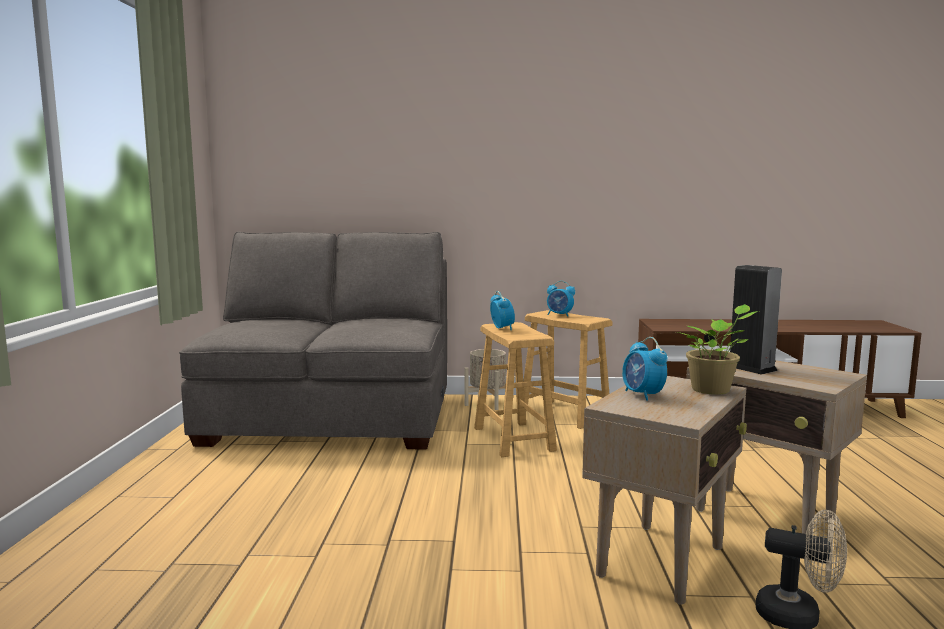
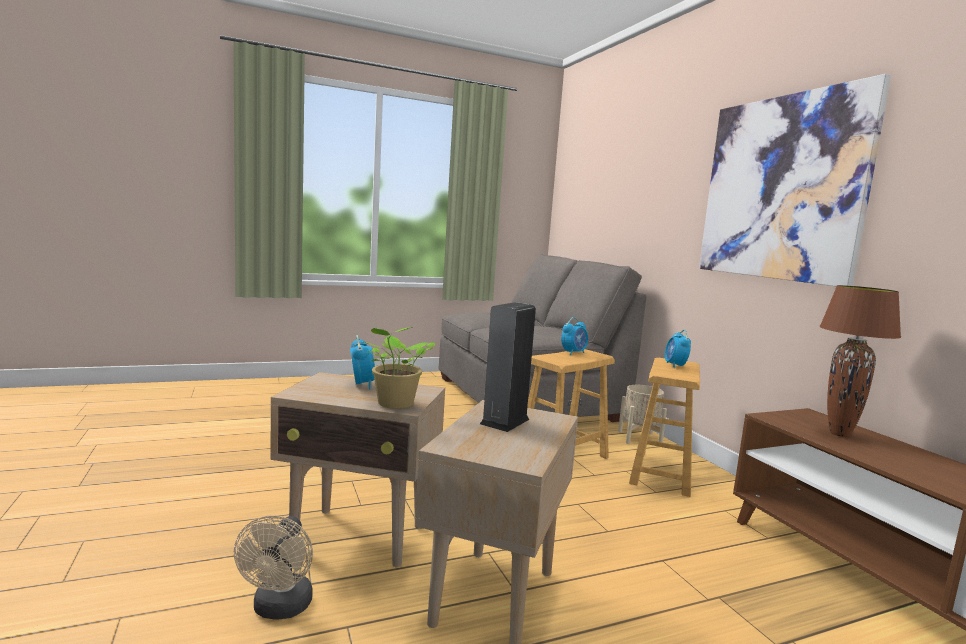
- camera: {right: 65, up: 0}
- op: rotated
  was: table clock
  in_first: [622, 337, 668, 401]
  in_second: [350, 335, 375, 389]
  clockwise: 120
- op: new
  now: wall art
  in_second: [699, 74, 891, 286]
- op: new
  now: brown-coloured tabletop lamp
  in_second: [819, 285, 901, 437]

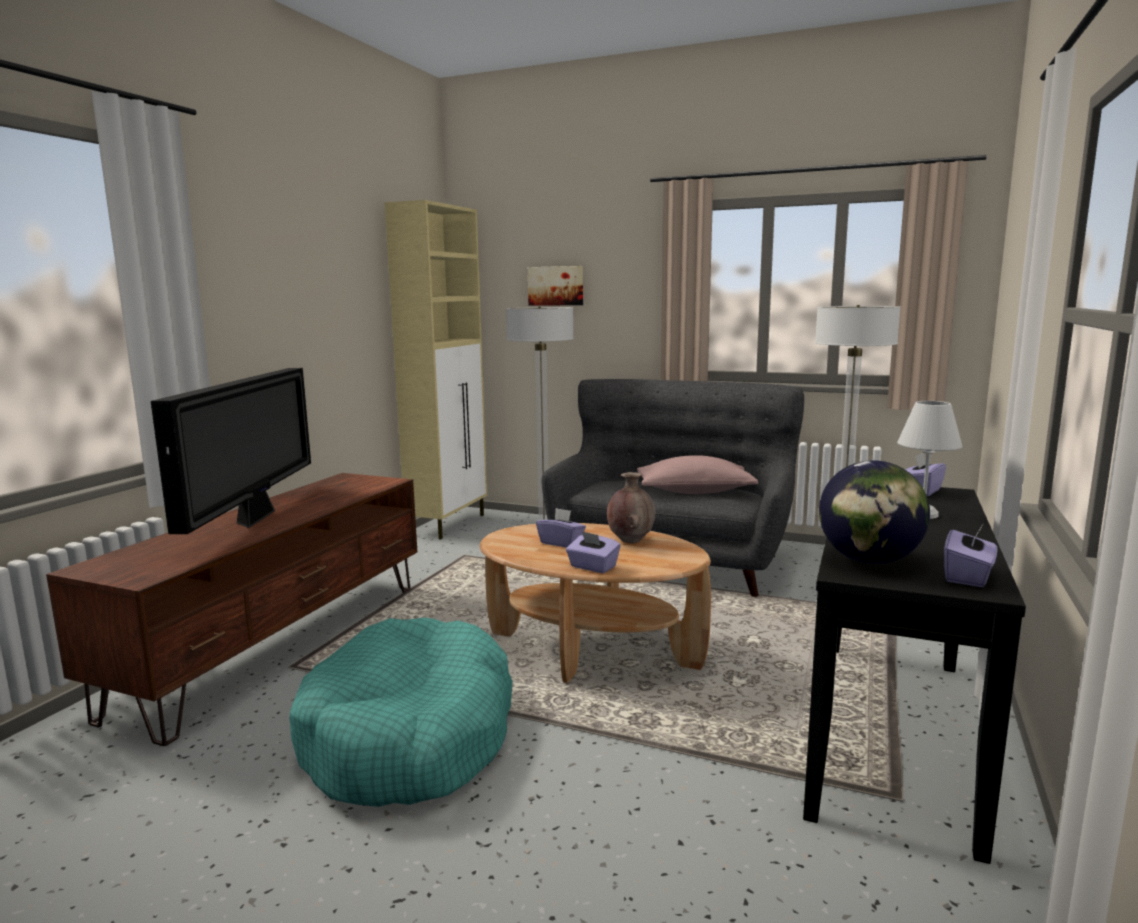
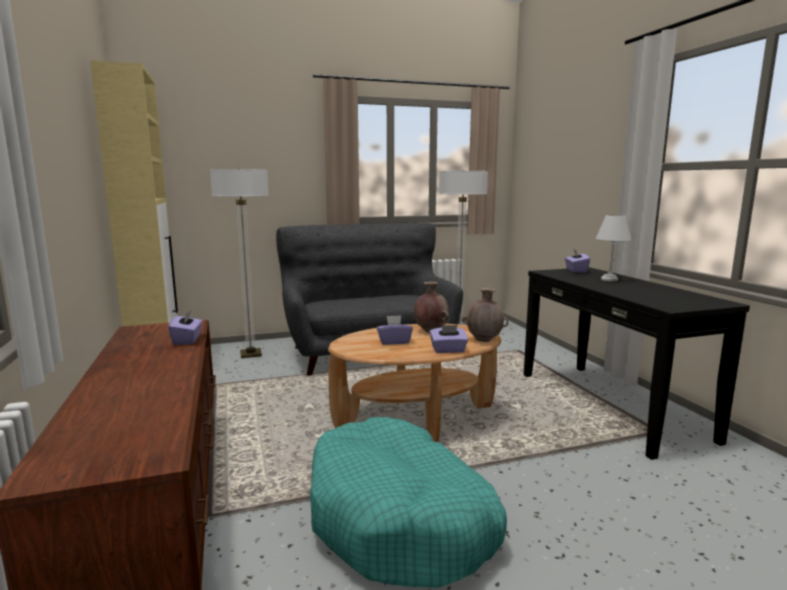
- camera: {right: -40, up: 0}
- op: shifted
  was: purple-coloured box of tissues
  in_first: [944, 523, 997, 587]
  in_second: [168, 309, 202, 345]
- op: new
  now: brown-coloured flower vase
  in_second: [462, 288, 508, 342]
- op: gone
  was: TV set
  in_first: [151, 368, 311, 534]
- op: gone
  was: wall art
  in_first: [528, 266, 583, 306]
- op: gone
  was: pink throw pillow
  in_first: [637, 455, 758, 494]
- op: gone
  was: world globe
  in_first: [819, 460, 930, 564]

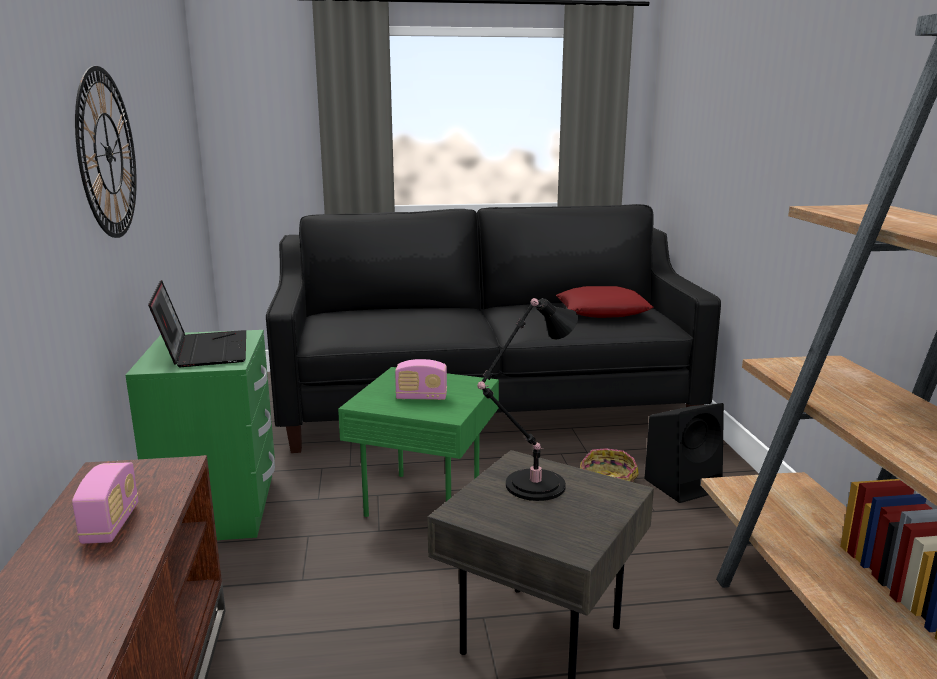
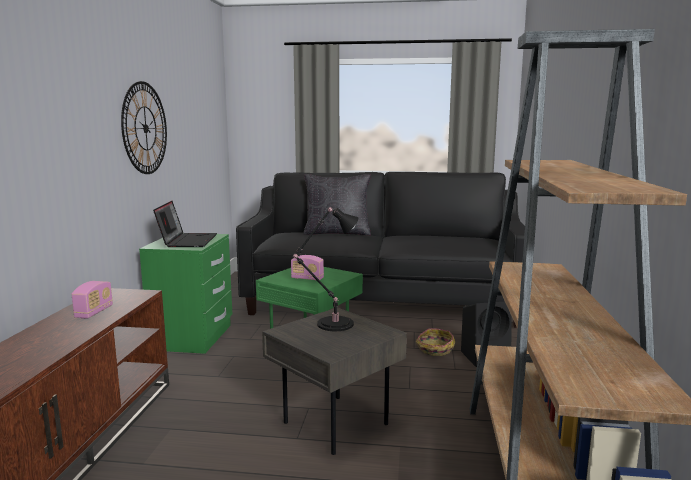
- camera: {right: 15, up: -5}
- op: new
  now: black-coloured throw pillow
  in_second: [303, 174, 371, 235]
- op: gone
  was: red-coloured throw pillow
  in_first: [556, 286, 653, 318]

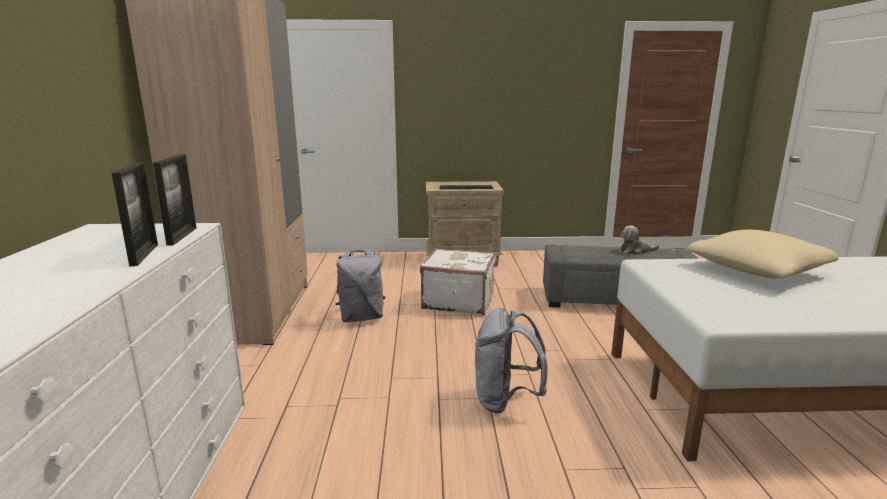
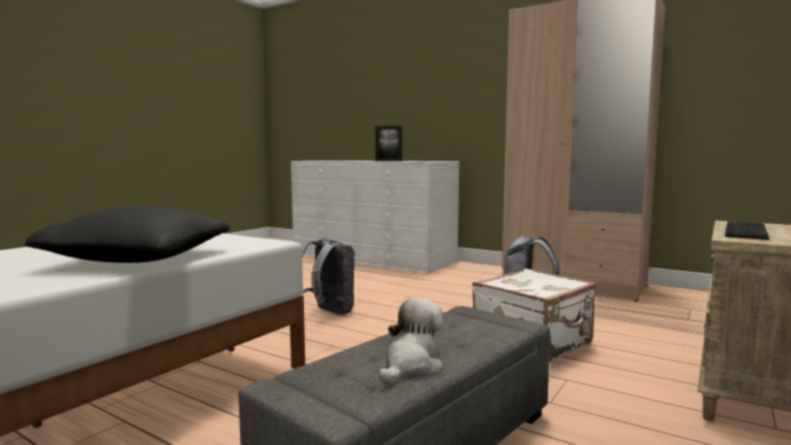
- camera: {right: 125, up: -10}
- op: repainted
  was: sand-coloured throw pillow
  now: black-coloured throw pillow
  in_first: [687, 230, 839, 278]
  in_second: [25, 205, 231, 263]
- op: gone
  was: photo frame
  in_first: [153, 154, 197, 246]

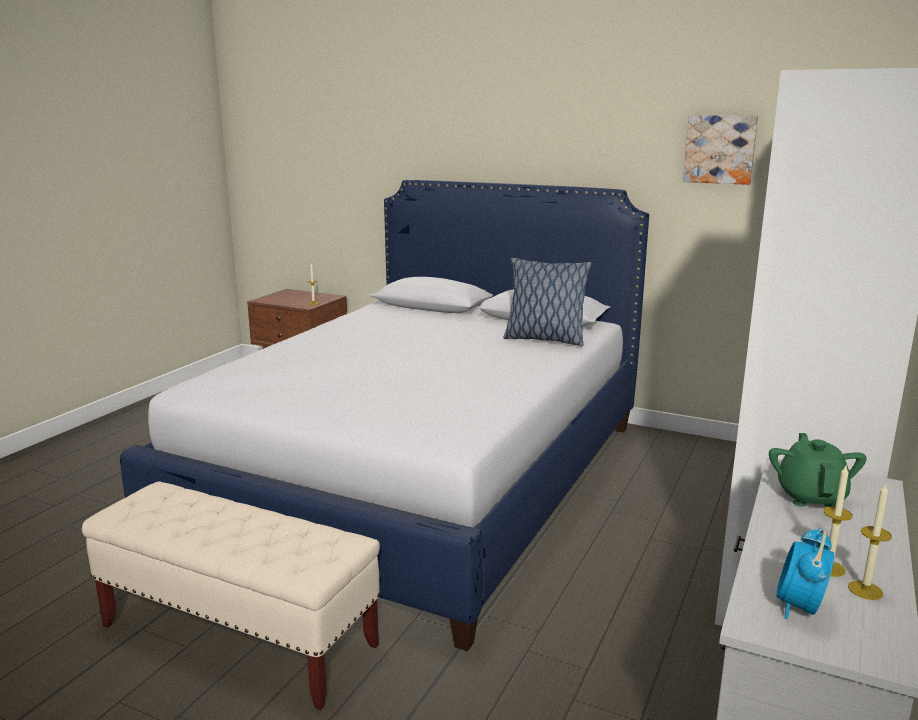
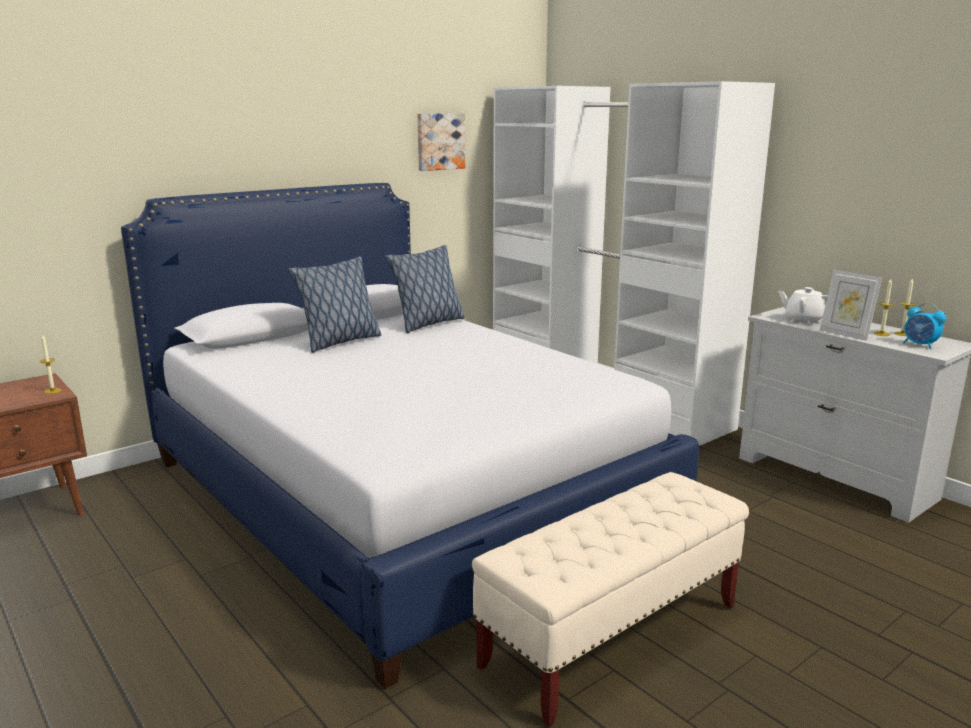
- camera: {right: -65, up: 0}
- op: new
  now: throw pillow
  in_second: [288, 256, 382, 353]
- op: repainted
  was: greenish tea pot
  now: whitish tea pot
  in_first: [769, 433, 867, 507]
  in_second: [779, 287, 828, 325]
- op: new
  now: photo frame
  in_second: [820, 269, 882, 341]

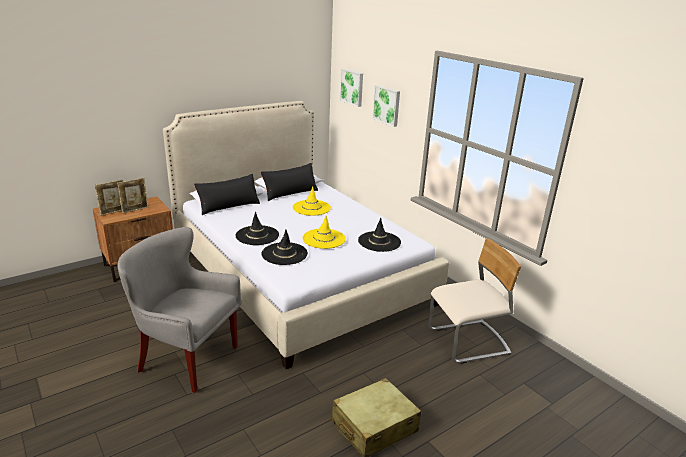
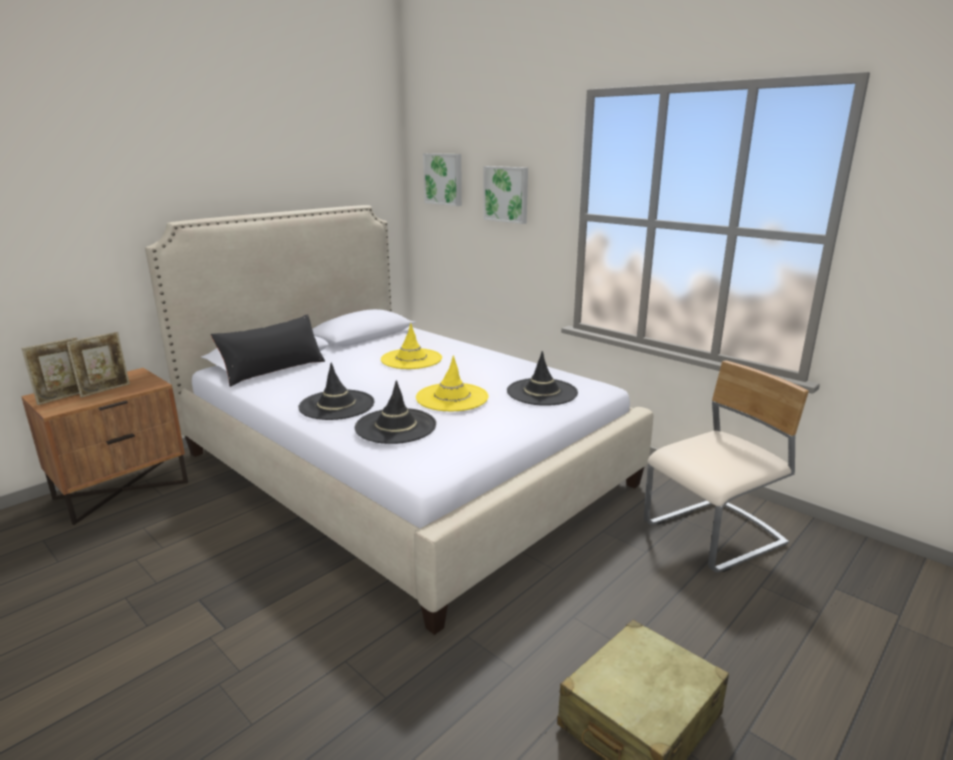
- camera: {right: -10, up: -5}
- op: gone
  was: greyish armchair
  in_first: [117, 227, 241, 393]
- op: gone
  was: black-coloured throw pillow
  in_first: [261, 163, 318, 201]

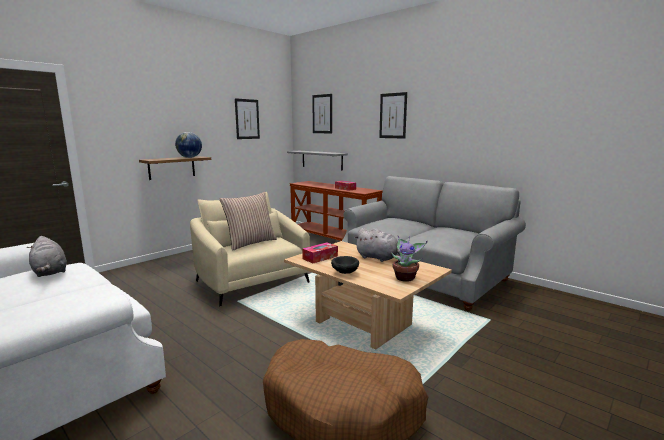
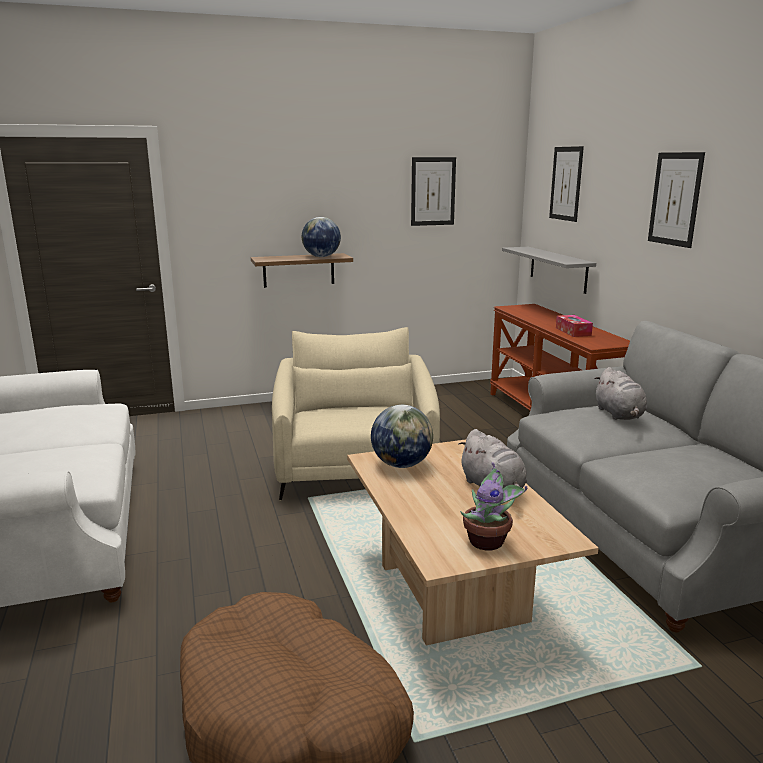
- camera: {right: 30, up: 5}
- op: swapped
  was: box of tissues
  now: world globe
  in_first: [302, 242, 338, 263]
  in_second: [371, 405, 433, 468]
- op: shifted
  was: greyish plush toy
  in_first: [27, 236, 67, 277]
  in_second: [594, 367, 647, 420]
- op: gone
  was: throw pillow
  in_first: [219, 192, 277, 251]
- op: gone
  was: black-coloured bowl
  in_first: [331, 256, 359, 274]

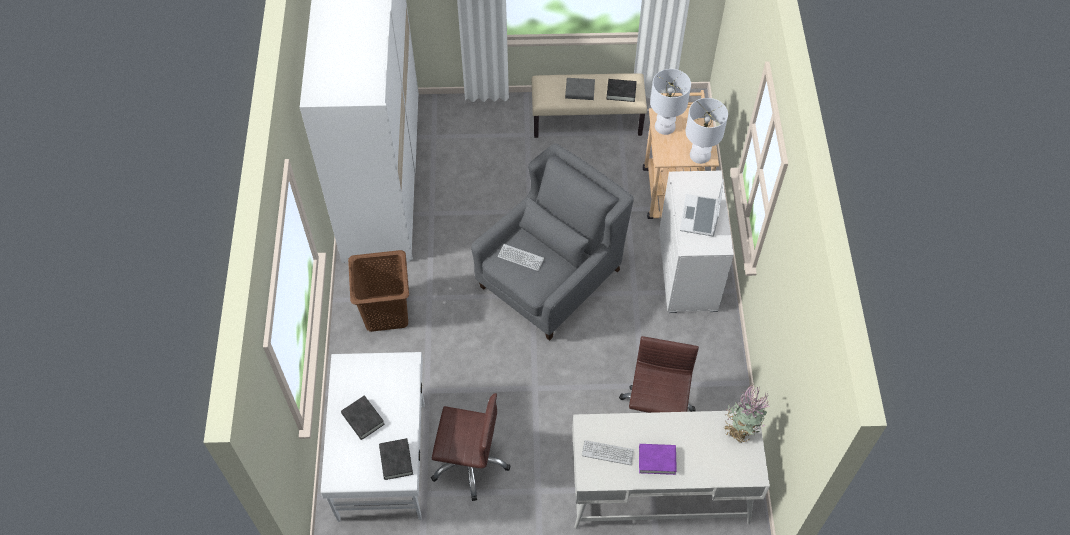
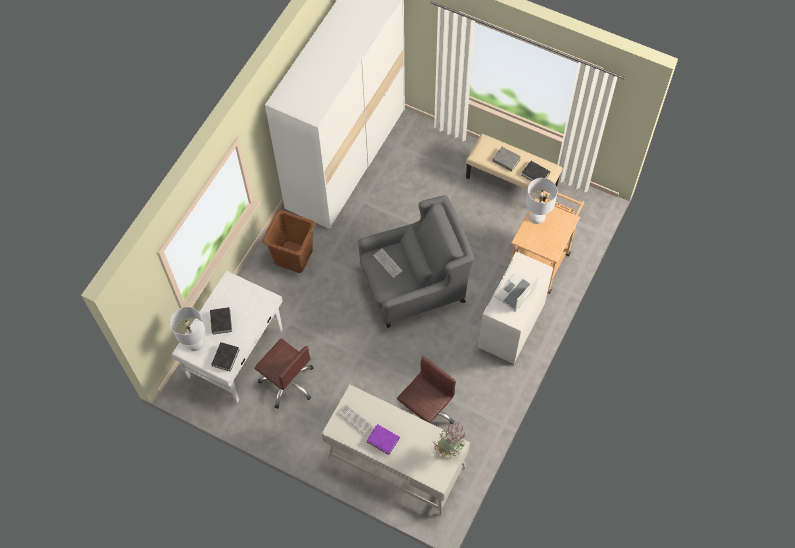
- camera: {right: 30, up: 5}
- op: shifted
  was: whitish tabletop lamp
  in_first: [686, 98, 728, 164]
  in_second: [170, 307, 205, 351]

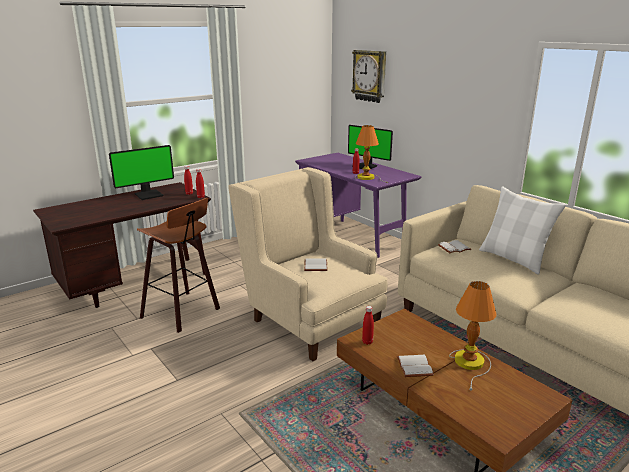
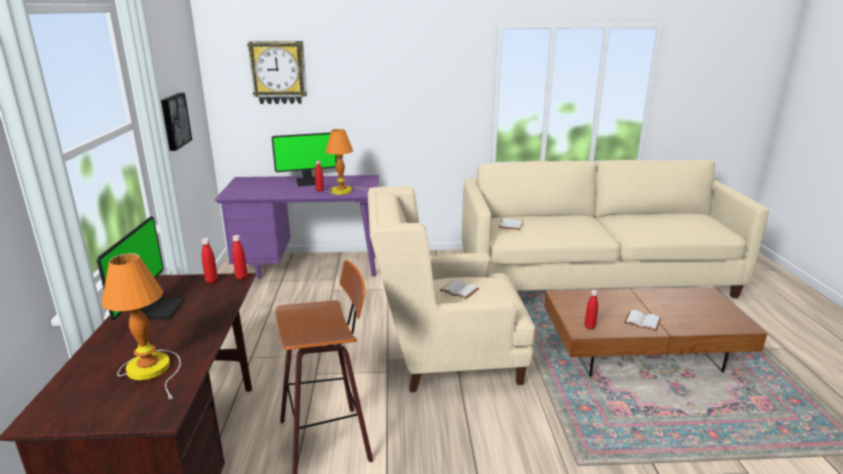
- camera: {right: -55, up: 0}
- op: shifted
  was: tabletop lamp
  in_first: [449, 281, 496, 390]
  in_second: [102, 253, 181, 399]
- op: new
  now: wall art
  in_second: [161, 93, 192, 151]
- op: gone
  was: whitish throw pillow
  in_first: [479, 186, 566, 274]

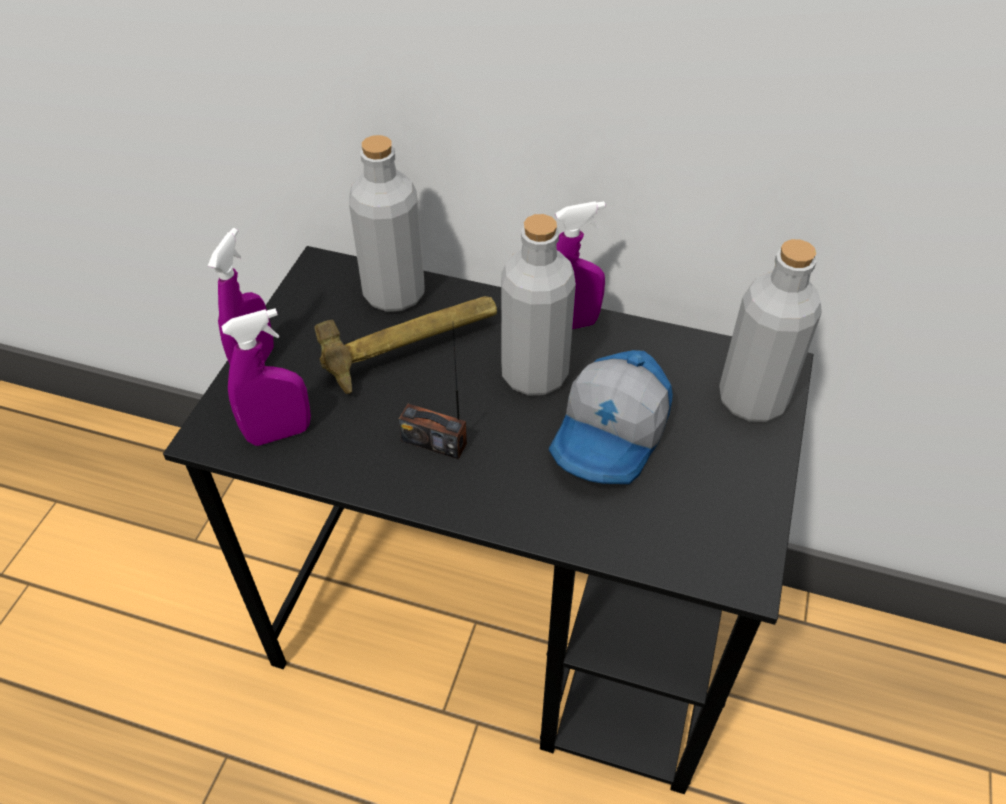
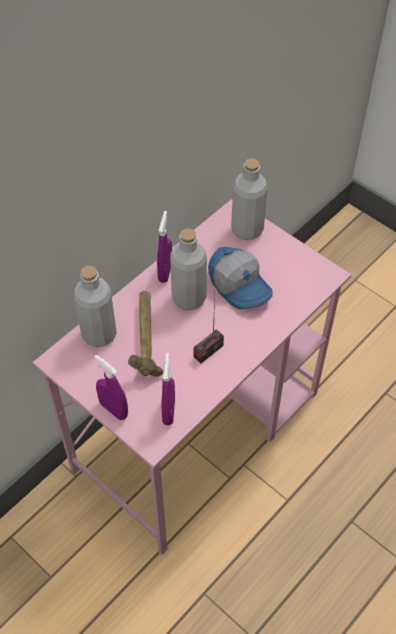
- camera: {right: -65, up: 5}
- op: repainted
  was: black-coloured desk table
  now: pink desk table
  in_first: [163, 246, 813, 794]
  in_second: [33, 198, 351, 555]

